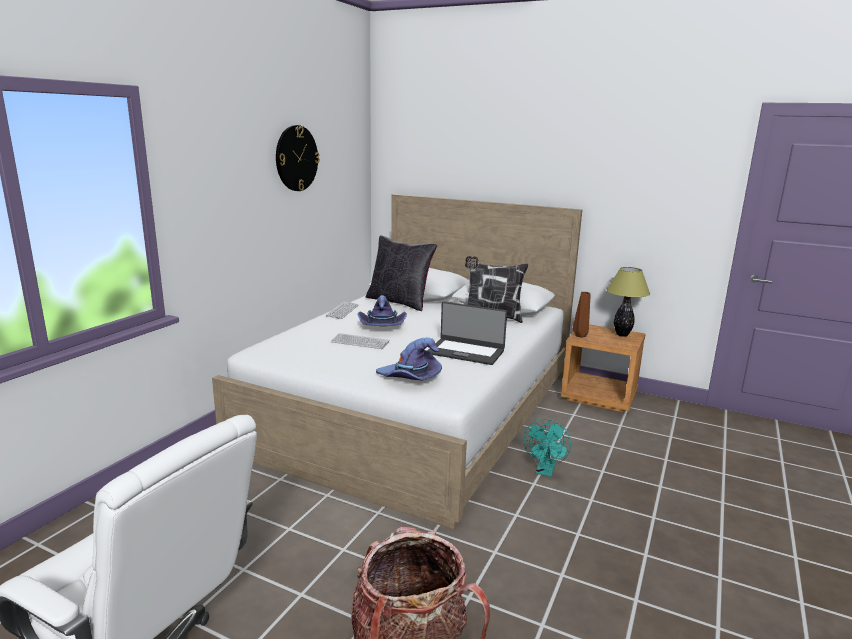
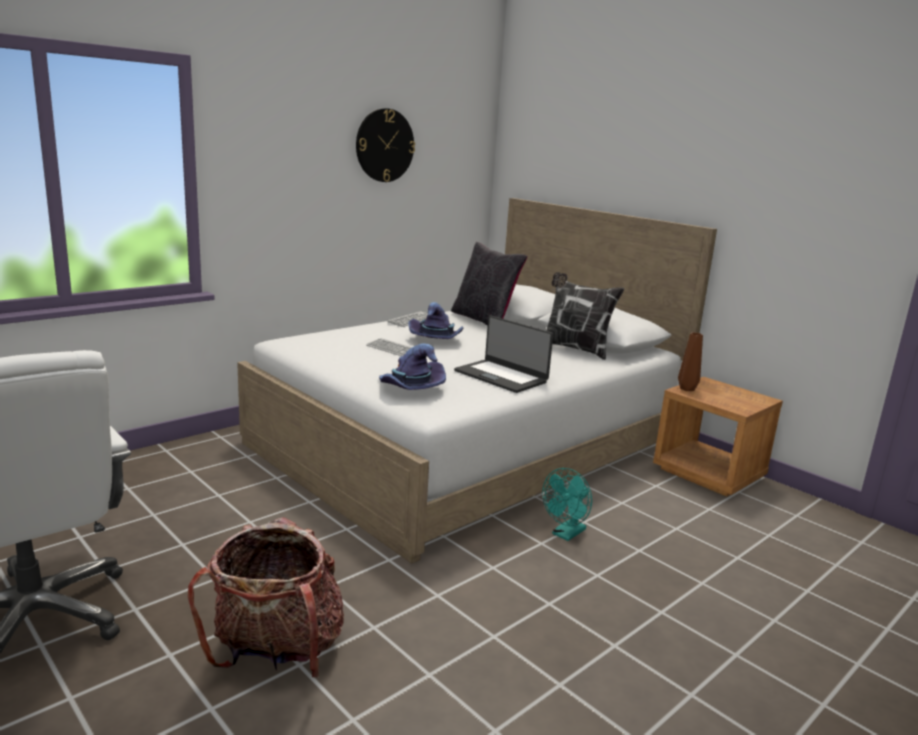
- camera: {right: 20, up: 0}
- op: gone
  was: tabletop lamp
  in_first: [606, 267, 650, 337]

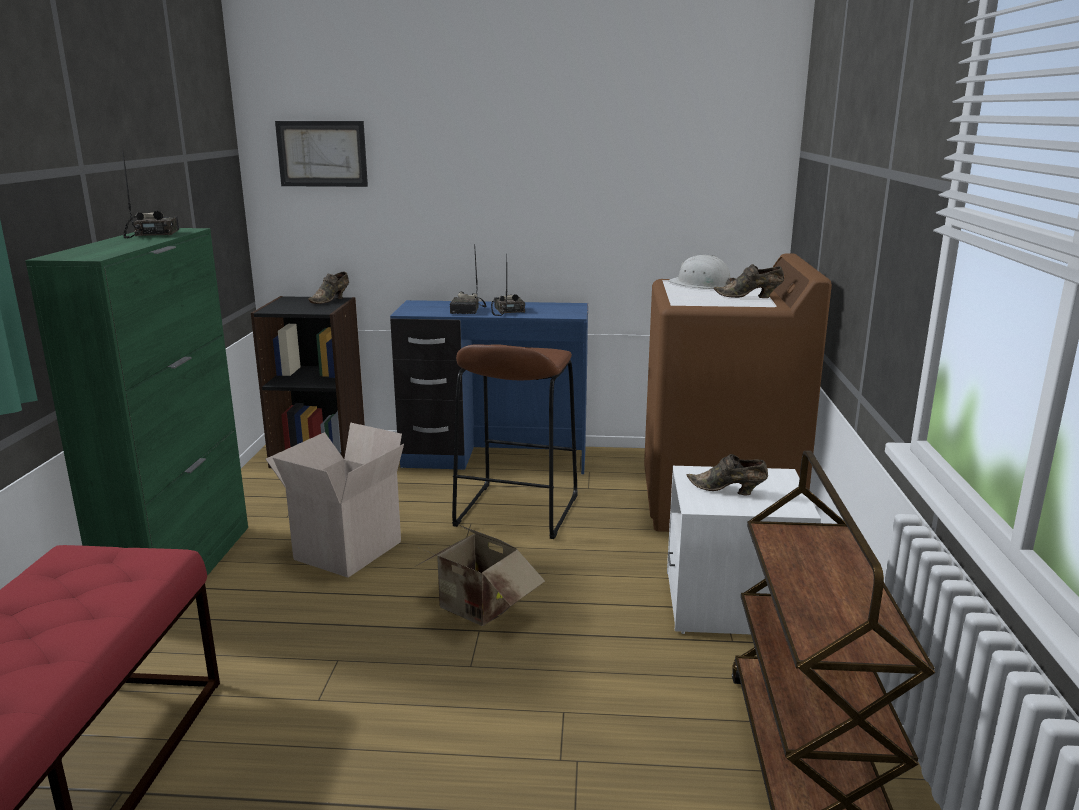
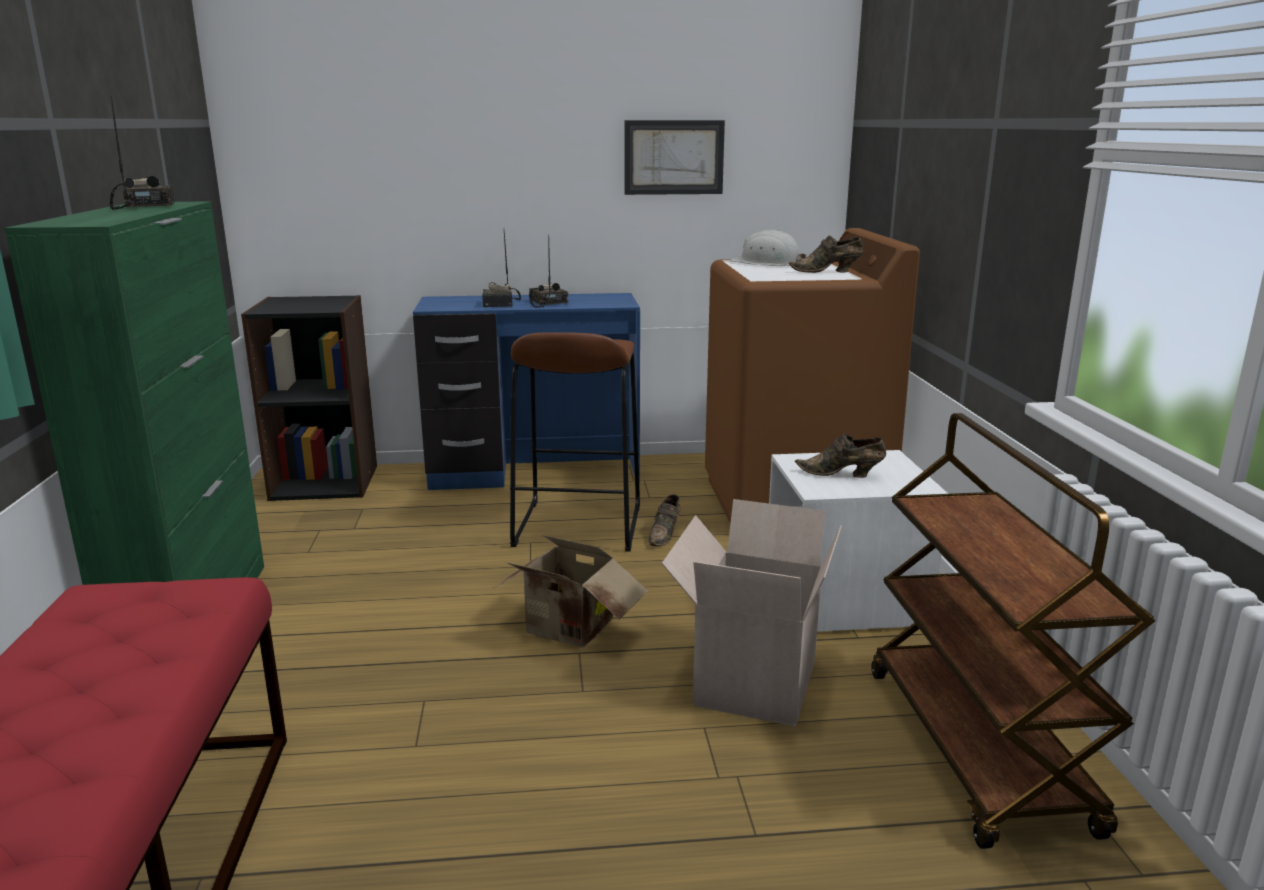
- camera: {right: -10, up: 0}
- op: shifted
  was: wall art
  in_first: [275, 121, 368, 187]
  in_second: [624, 120, 725, 195]
- op: shifted
  was: brown-coloured low shoe
  in_first: [308, 272, 349, 304]
  in_second: [648, 494, 681, 546]
- op: shifted
  was: cardboard box
  in_first: [266, 422, 404, 578]
  in_second: [661, 499, 841, 727]

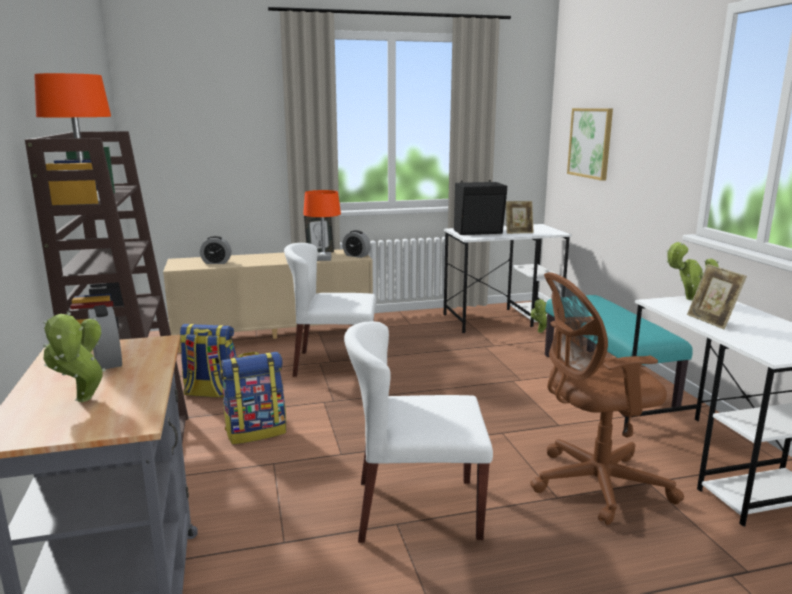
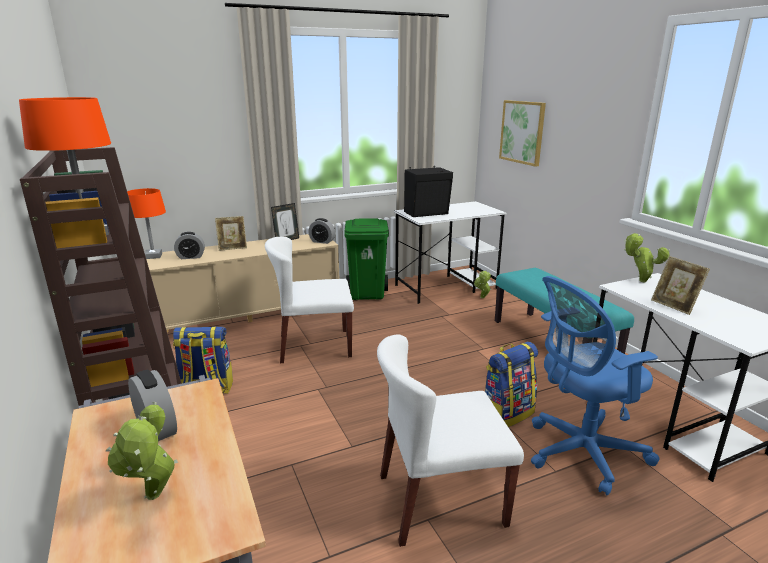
- camera: {right: -10, up: 5}
- op: shifted
  was: orange-coloured tabletop lamp
  in_first: [303, 190, 341, 261]
  in_second: [127, 188, 166, 259]
- op: shifted
  was: photo frame
  in_first: [506, 201, 534, 234]
  in_second: [215, 216, 247, 251]
- op: new
  now: greenish rubbish bin
  in_second: [344, 218, 389, 300]
- op: shifted
  was: knapsack
  in_first: [221, 352, 286, 445]
  in_second: [485, 342, 538, 427]
- op: repainted
  was: brown-coloured desk chair
  now: blue desk chair
  in_first: [530, 272, 684, 525]
  in_second: [531, 276, 659, 496]

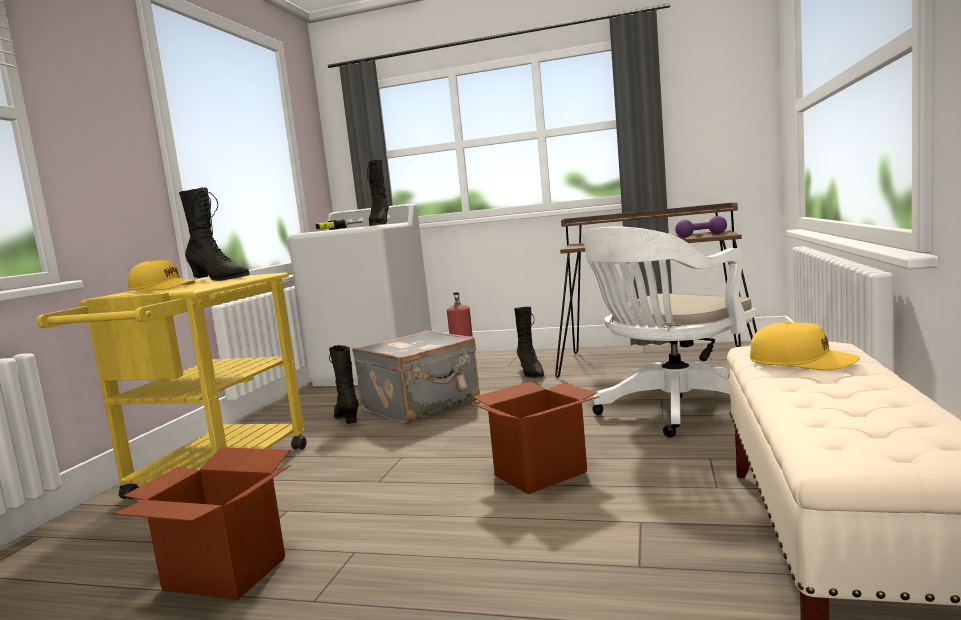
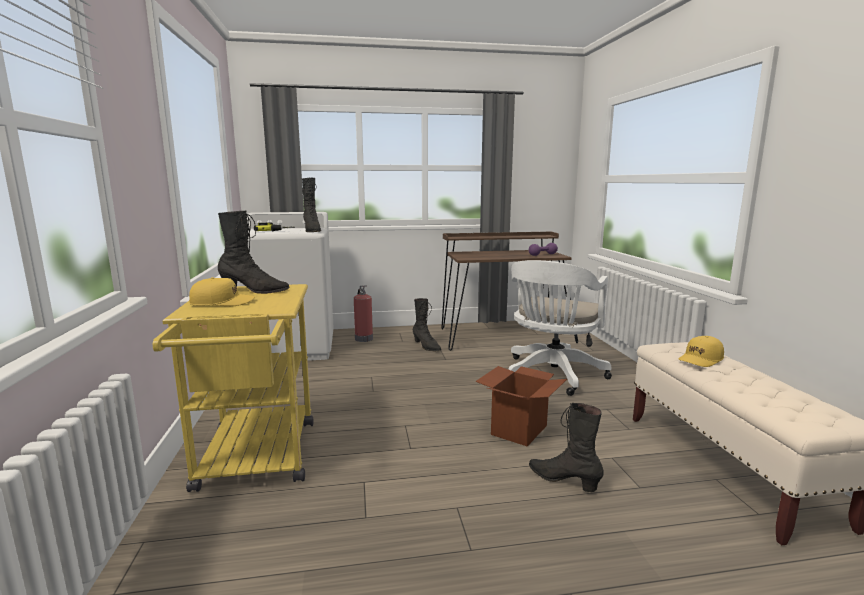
- camera: {right: -25, up: 5}
- op: shifted
  was: black-coloured boot
  in_first: [329, 345, 359, 424]
  in_second: [529, 403, 604, 492]
- op: rotated
  was: yellow baseball cap
  in_first: [750, 321, 860, 370]
  in_second: [679, 336, 724, 367]
  clockwise: 135
- op: gone
  was: cardboard box
  in_first: [112, 447, 291, 600]
- op: gone
  was: greyish travel case
  in_first: [352, 330, 480, 424]

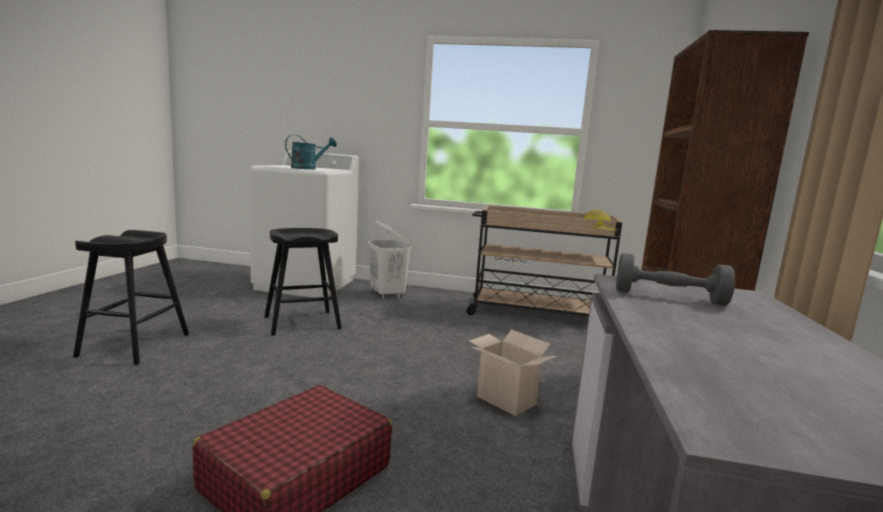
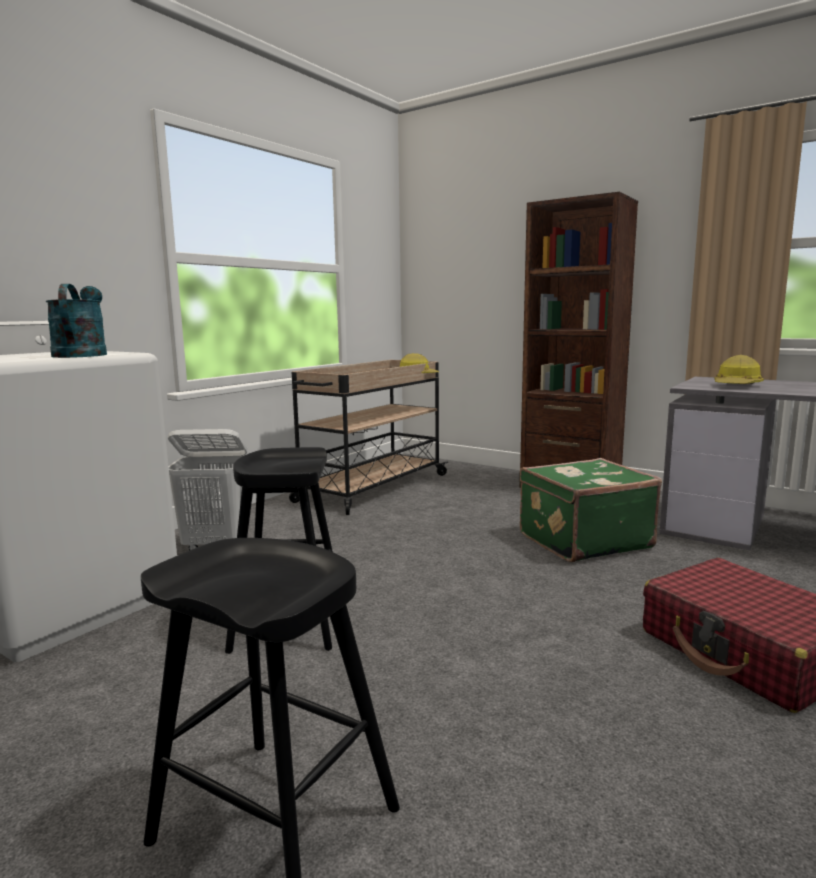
- camera: {right: -65, up: 0}
- op: swapped
  was: cardboard box
  now: greenish travel case
  in_first: [469, 329, 557, 416]
  in_second: [520, 458, 662, 563]
- op: swapped
  was: greyish hand weight
  now: work helmet
  in_first: [616, 253, 735, 306]
  in_second: [714, 355, 764, 384]

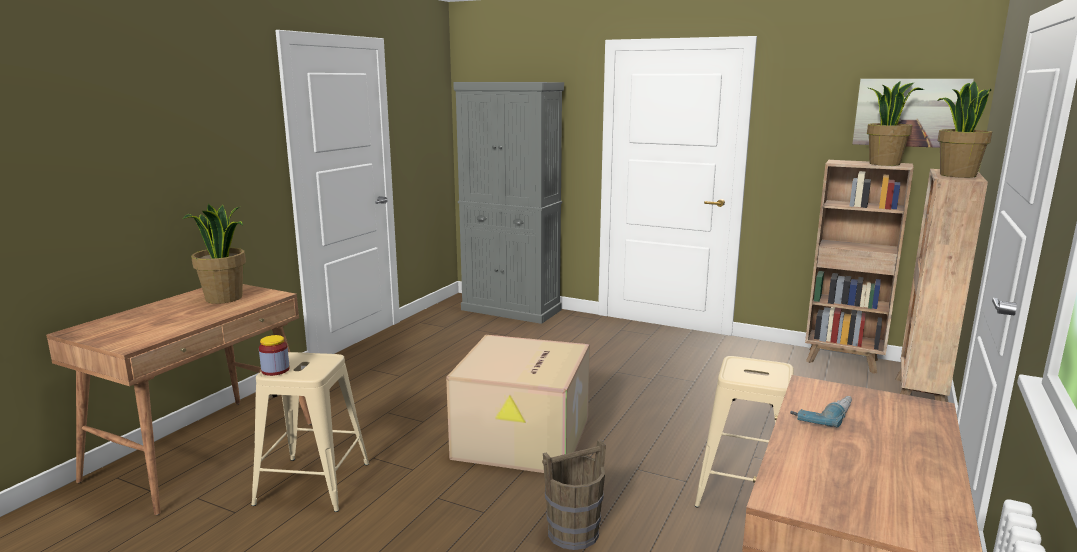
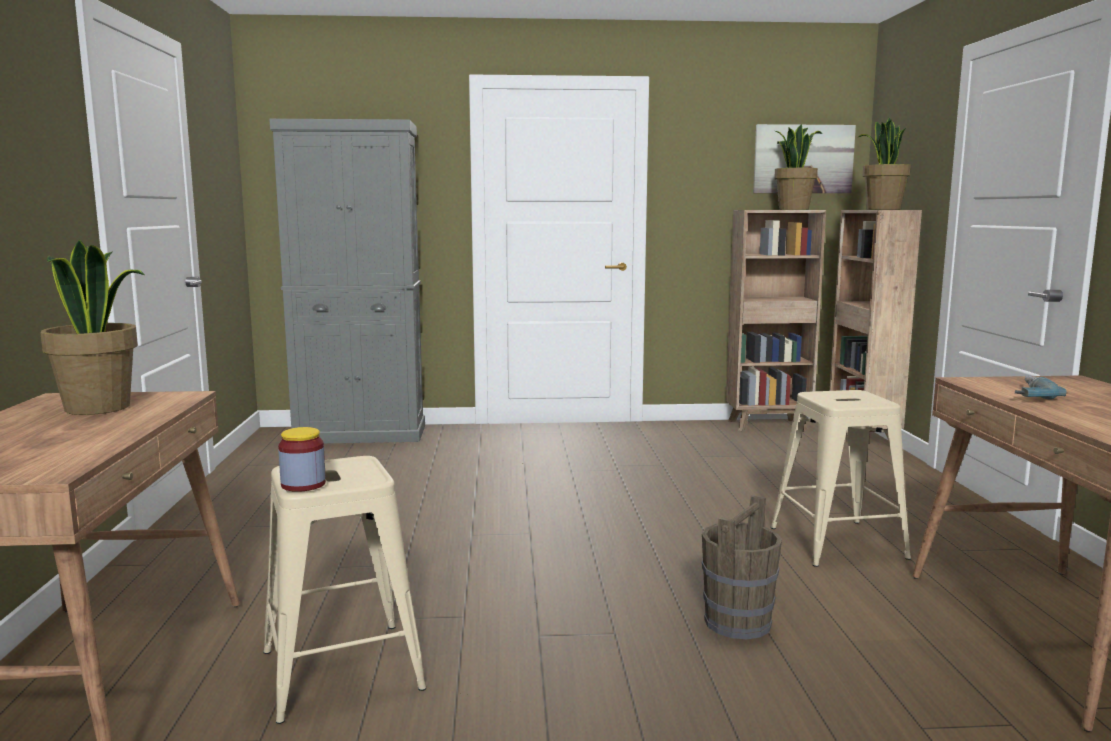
- camera: {right: -30, up: -5}
- op: gone
  was: cardboard box
  in_first: [446, 335, 590, 473]

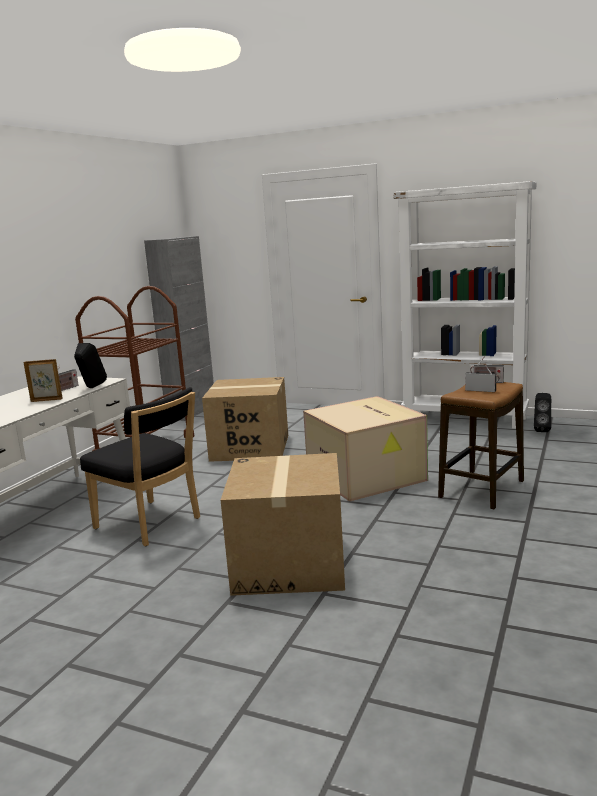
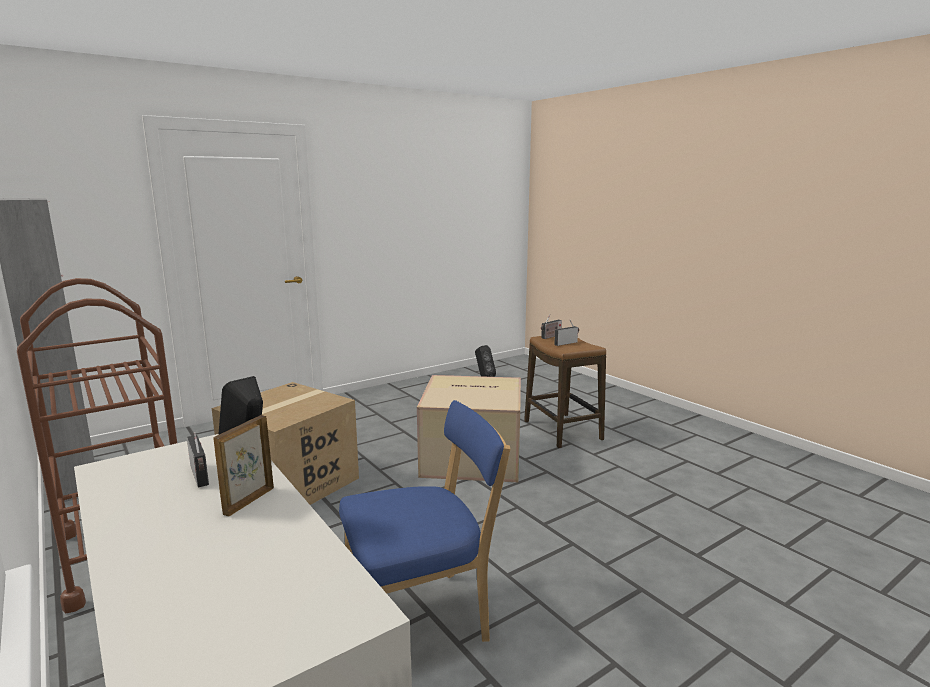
- camera: {right: -60, up: 0}
- op: repainted
  was: black-coloured upright chair
  now: blue upright chair
  in_first: [80, 387, 200, 546]
  in_second: [339, 400, 510, 642]
- op: gone
  was: cardboard box
  in_first: [221, 453, 345, 596]
- op: gone
  was: whitish shelving unit
  in_first: [393, 181, 536, 429]

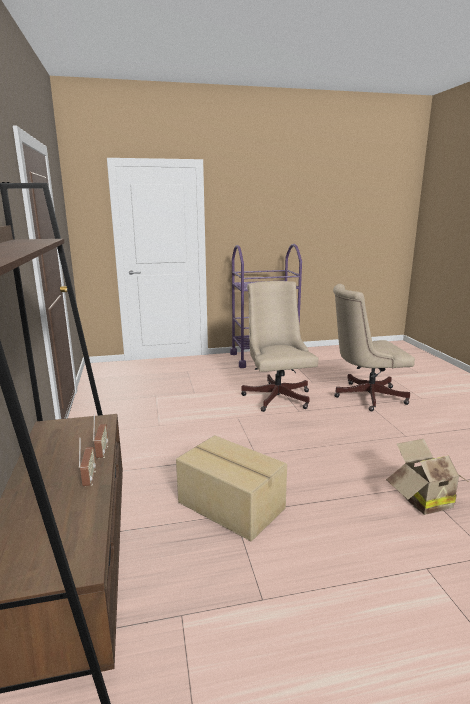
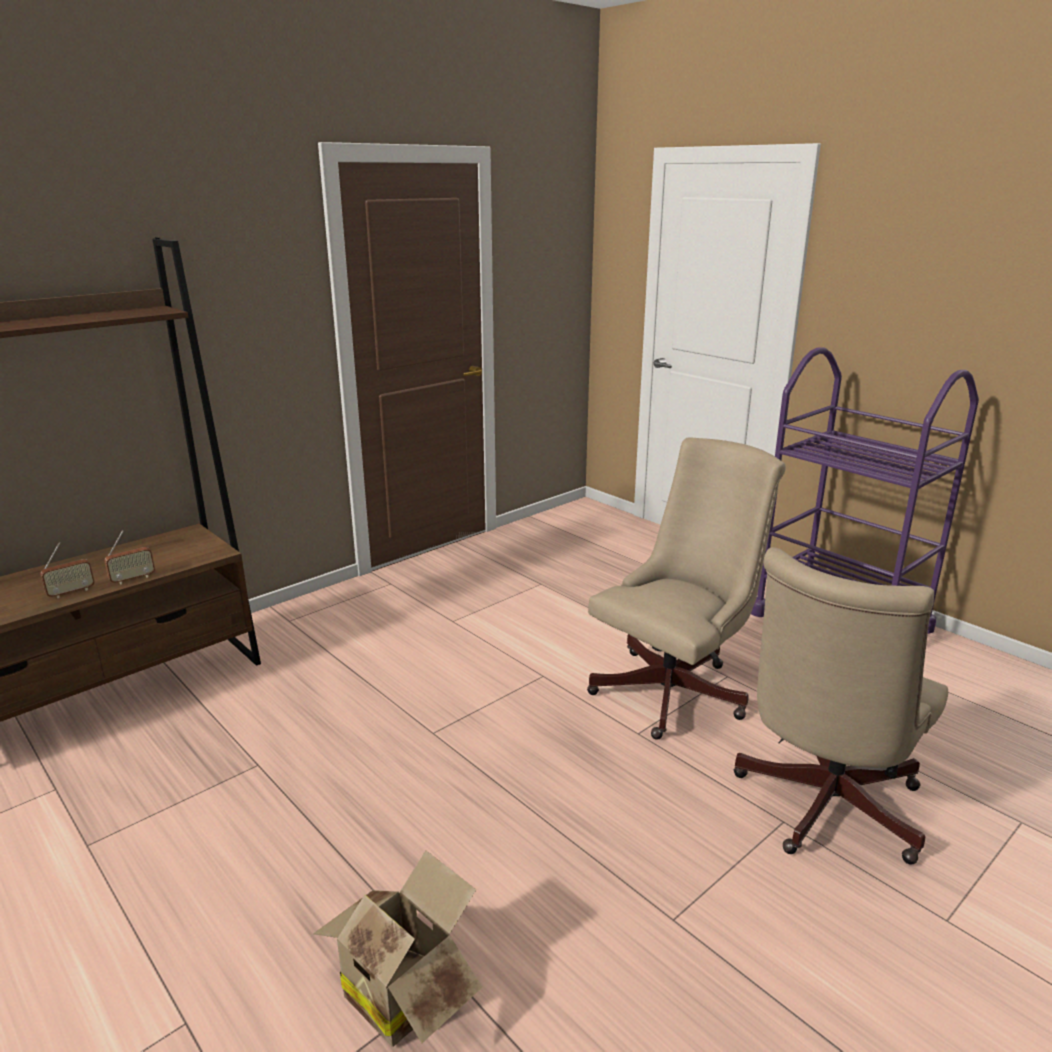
- camera: {right: 60, up: 5}
- op: rotated
  was: sand-coloured desk chair
  in_first: [333, 284, 415, 411]
  in_second: [734, 547, 948, 865]
  clockwise: -105
- op: gone
  was: cardboard box
  in_first: [176, 435, 287, 541]

